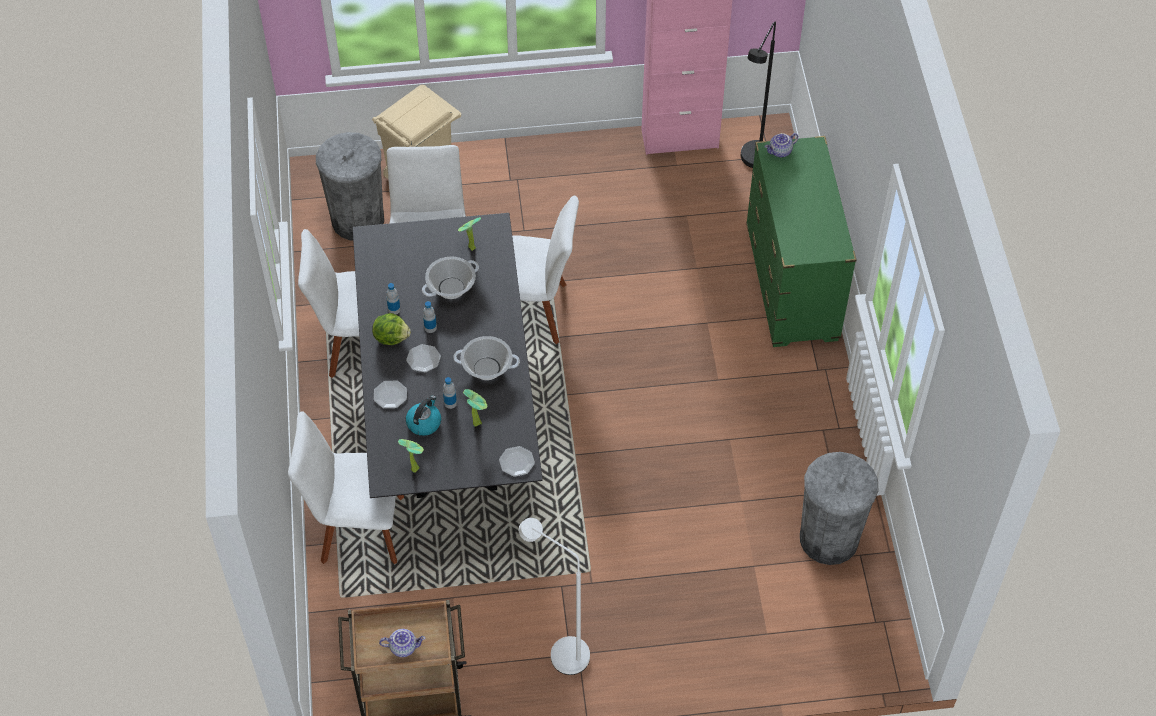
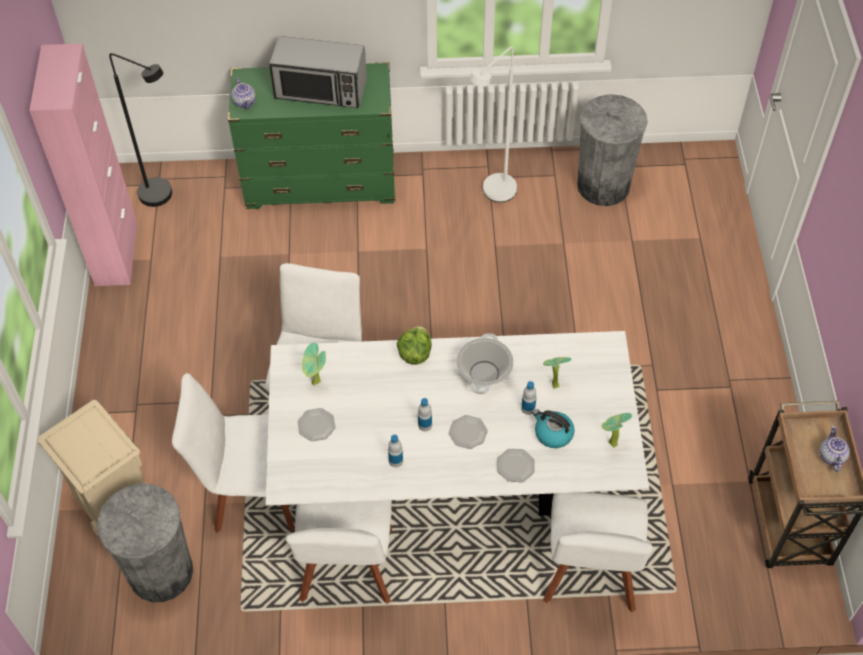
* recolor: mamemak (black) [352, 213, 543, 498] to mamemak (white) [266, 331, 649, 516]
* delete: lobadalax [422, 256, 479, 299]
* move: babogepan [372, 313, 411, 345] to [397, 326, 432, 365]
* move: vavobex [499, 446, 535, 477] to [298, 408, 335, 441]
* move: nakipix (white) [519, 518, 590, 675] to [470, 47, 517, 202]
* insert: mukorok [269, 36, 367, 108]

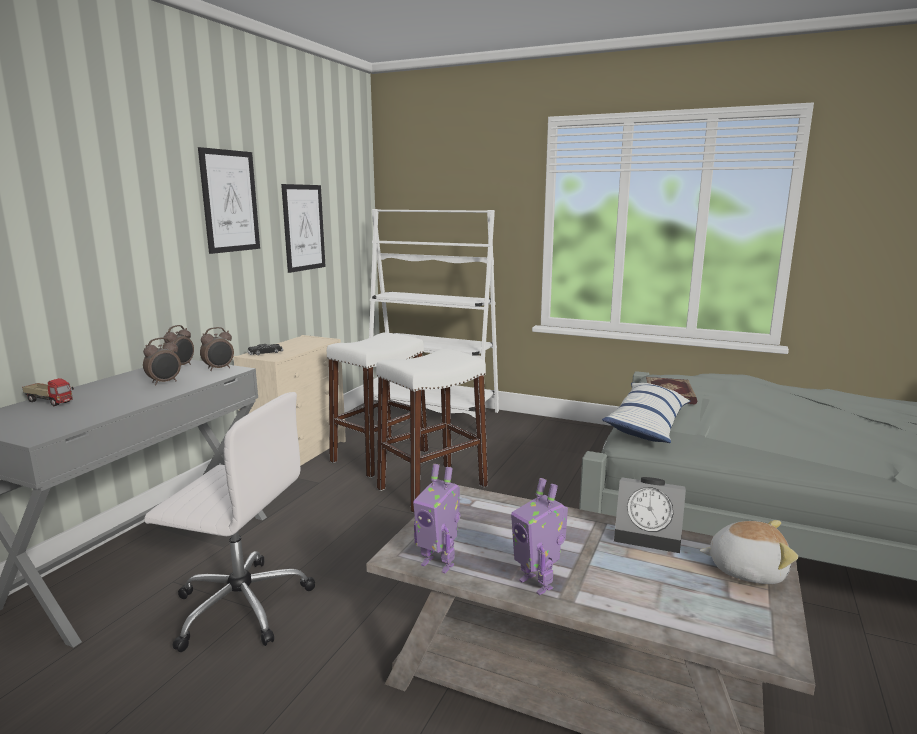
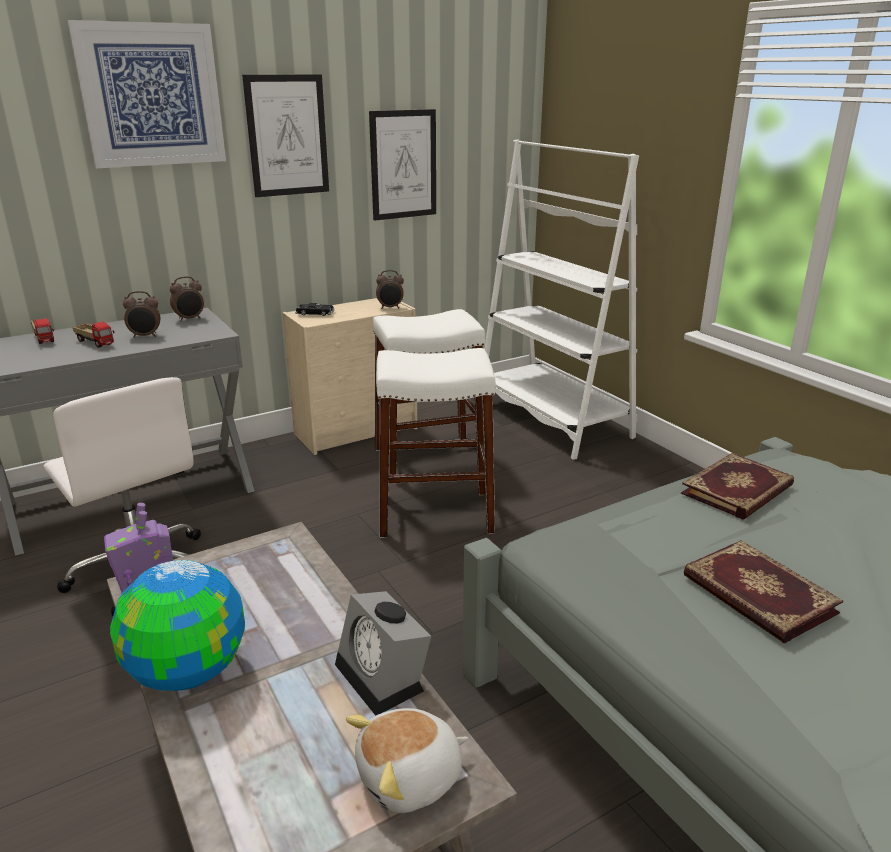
* move: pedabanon [200, 327, 234, 371] to [376, 270, 404, 309]
* delete: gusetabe [602, 382, 690, 443]
* replace: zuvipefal [511, 478, 568, 595] to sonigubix [110, 560, 245, 691]
* rotate: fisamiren [700, 520, 798, 584] = [346, 708, 468, 813] 105 degrees clockwise
* insert: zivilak [67, 20, 226, 169]
* insert: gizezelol [73, 322, 115, 348]
* insert: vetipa [684, 540, 843, 643]

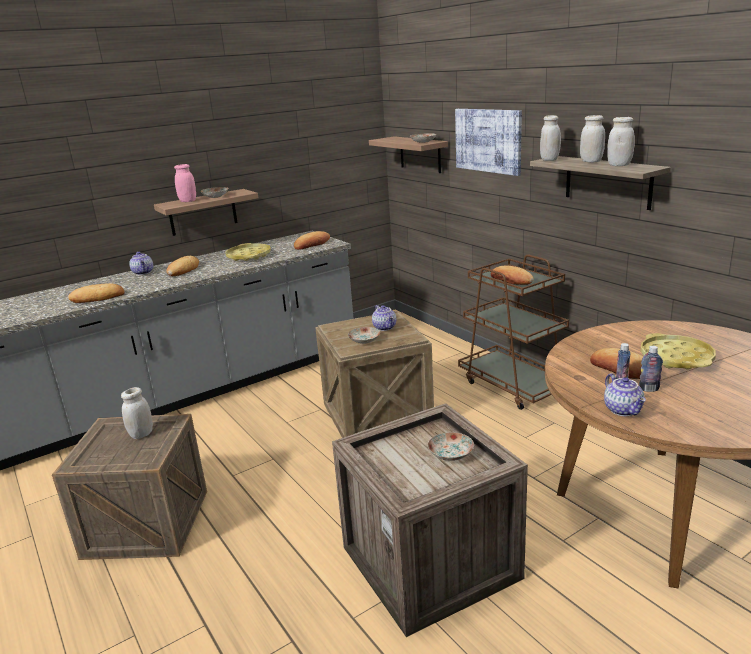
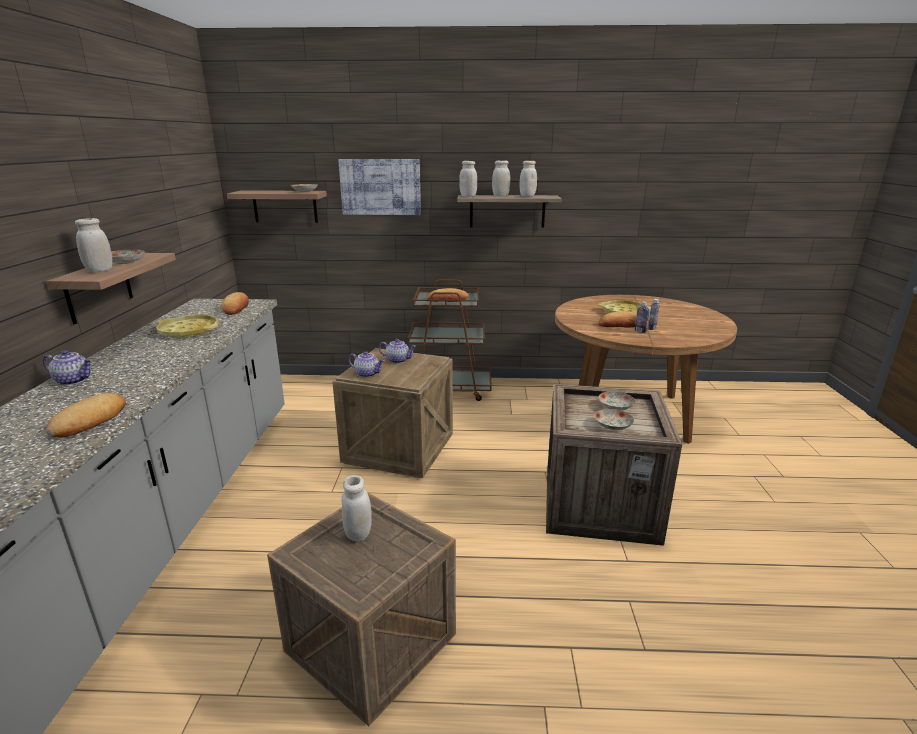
* recolor: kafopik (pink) [174, 164, 196, 202] to kafopik (white) [75, 218, 113, 272]
* delete: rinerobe [166, 256, 199, 276]
* move: vavobex [348, 327, 380, 344] to [594, 409, 634, 430]
* move: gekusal [604, 373, 646, 416] to [348, 351, 385, 378]

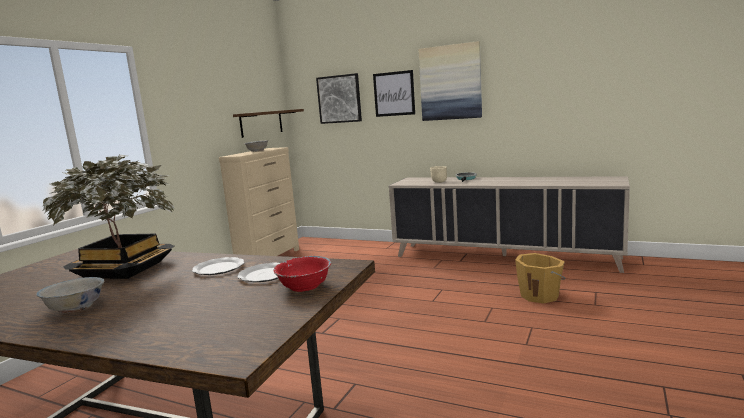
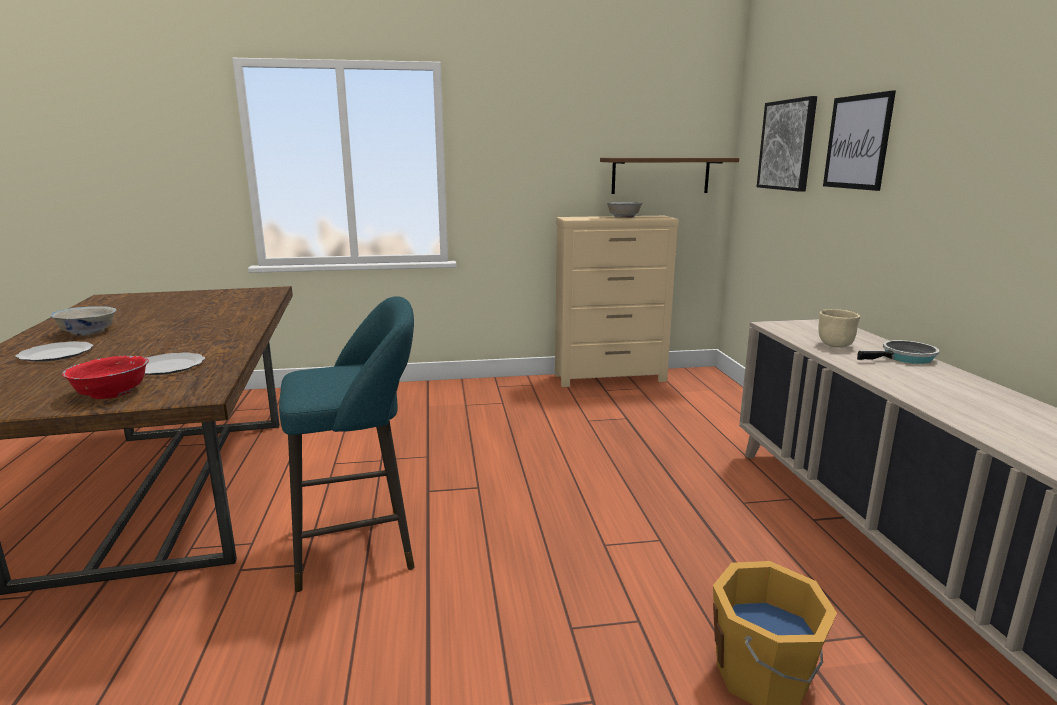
* delete: zivilak [419, 41, 482, 121]
* delete: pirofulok [43, 153, 174, 279]
* move: vavobex [192, 257, 245, 275] to [16, 341, 93, 362]
* insert: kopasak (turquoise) [279, 296, 414, 592]

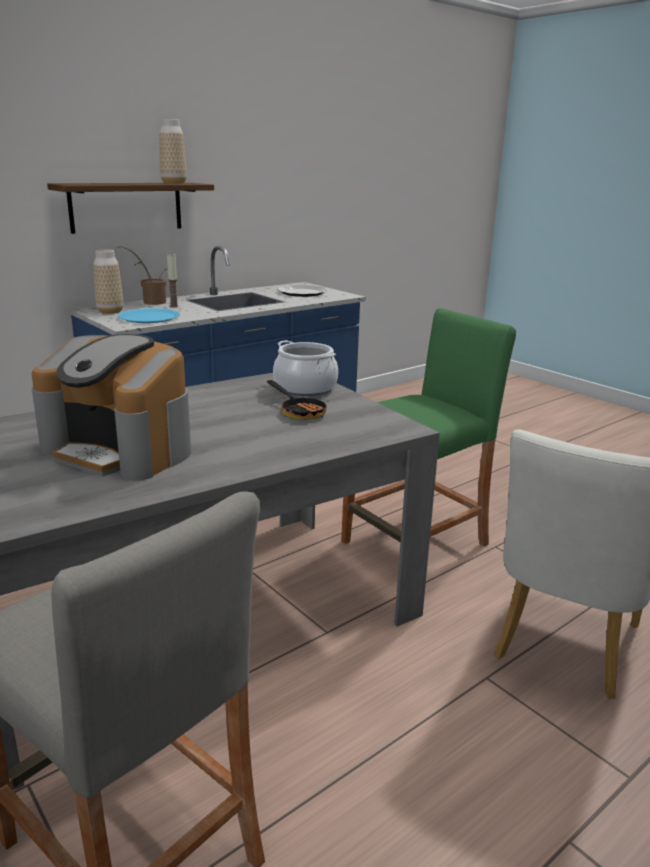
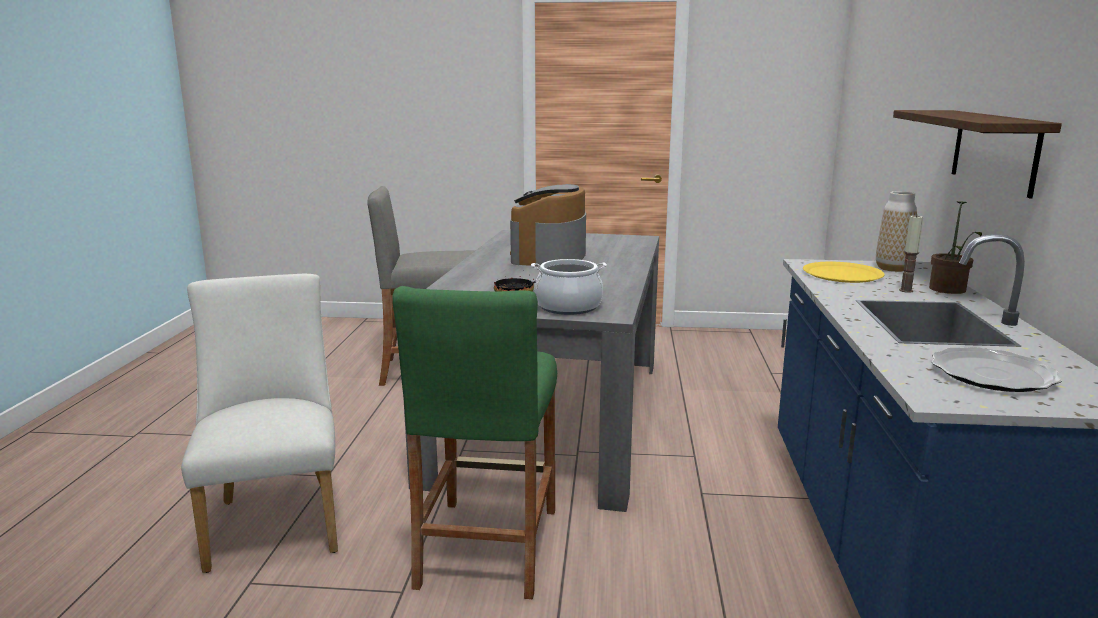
* delete: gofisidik [159, 119, 187, 184]
* recolor: vavobex (blue) [118, 308, 180, 323] to vavobex (yellow) [803, 262, 885, 283]
* rotate: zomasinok [31, 334, 191, 481] = [510, 184, 586, 266] 60 degrees counterclockwise

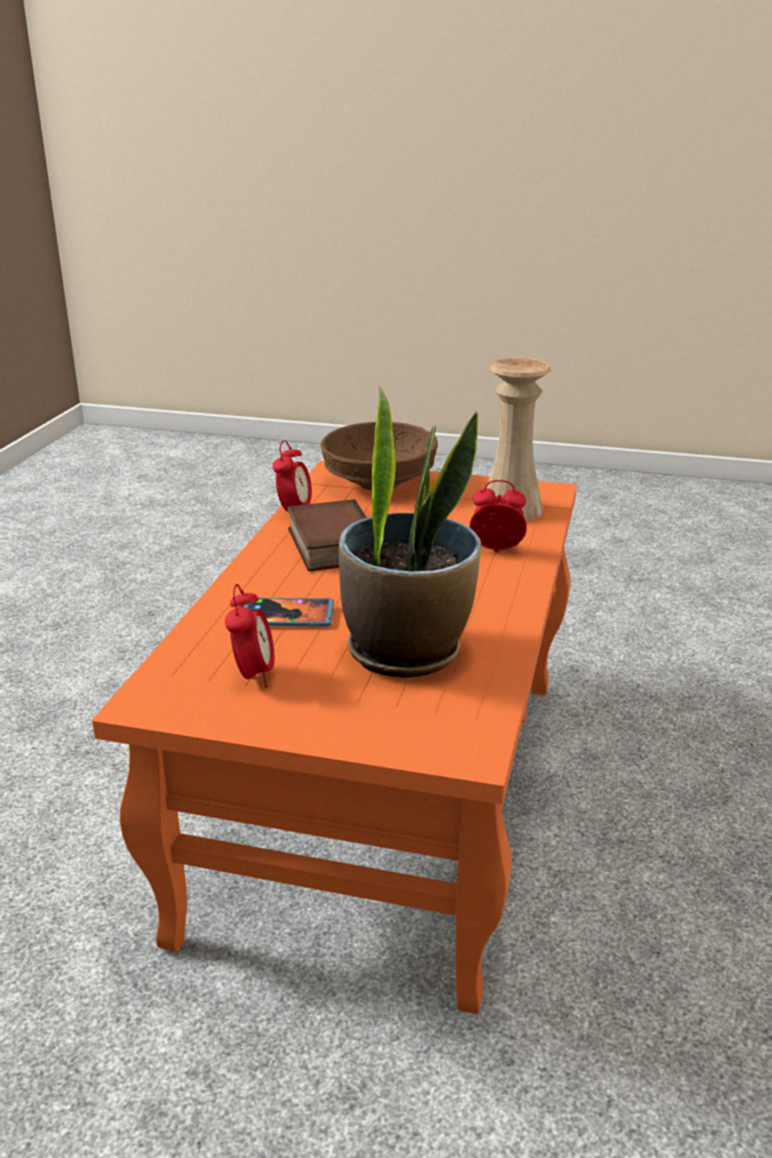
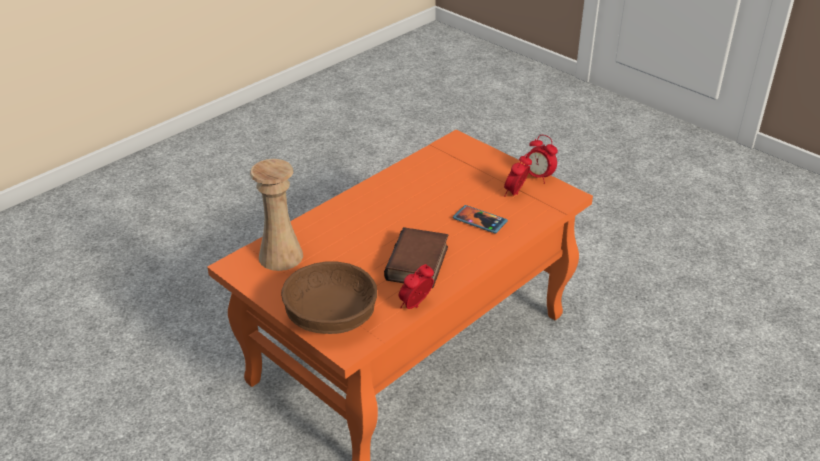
* delete: pirofulok [339, 386, 481, 678]
* move: pedabanon [470, 480, 527, 553] to [525, 135, 558, 184]

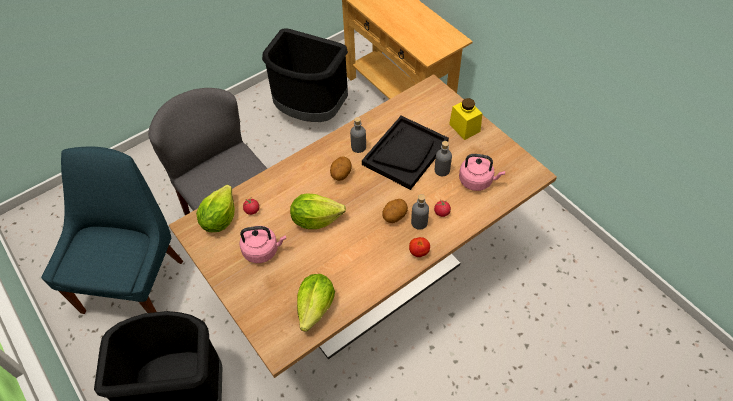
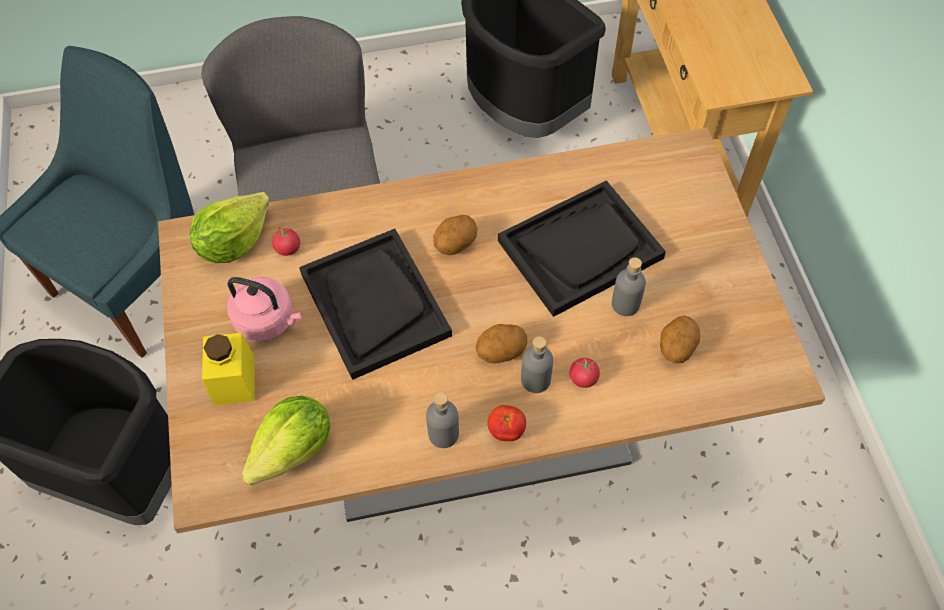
* move: kafopik (yellow) [449, 98, 482, 140] to [202, 333, 254, 405]
* move: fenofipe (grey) [350, 117, 366, 153] to [426, 392, 459, 448]
* replace: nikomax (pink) [459, 154, 505, 191] to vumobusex [660, 316, 700, 363]
* replace: babogepan [290, 194, 346, 229] to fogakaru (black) [299, 229, 452, 380]

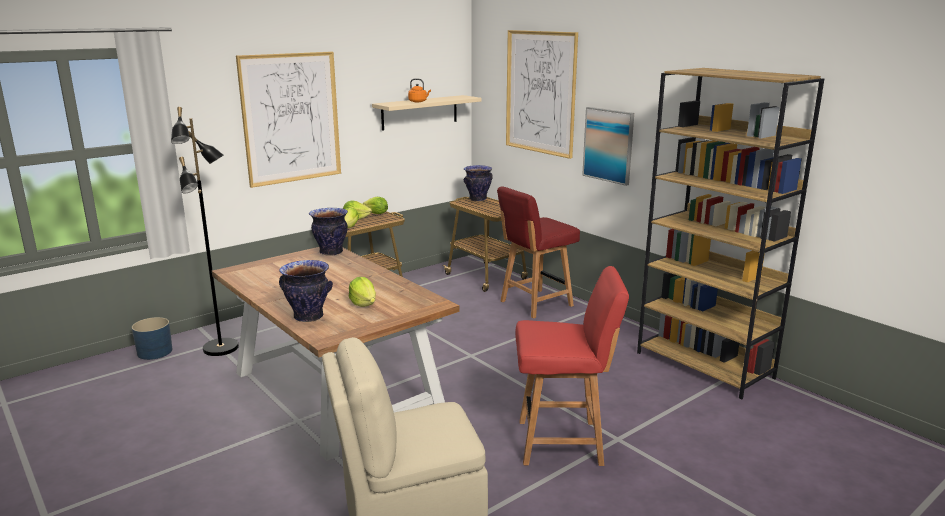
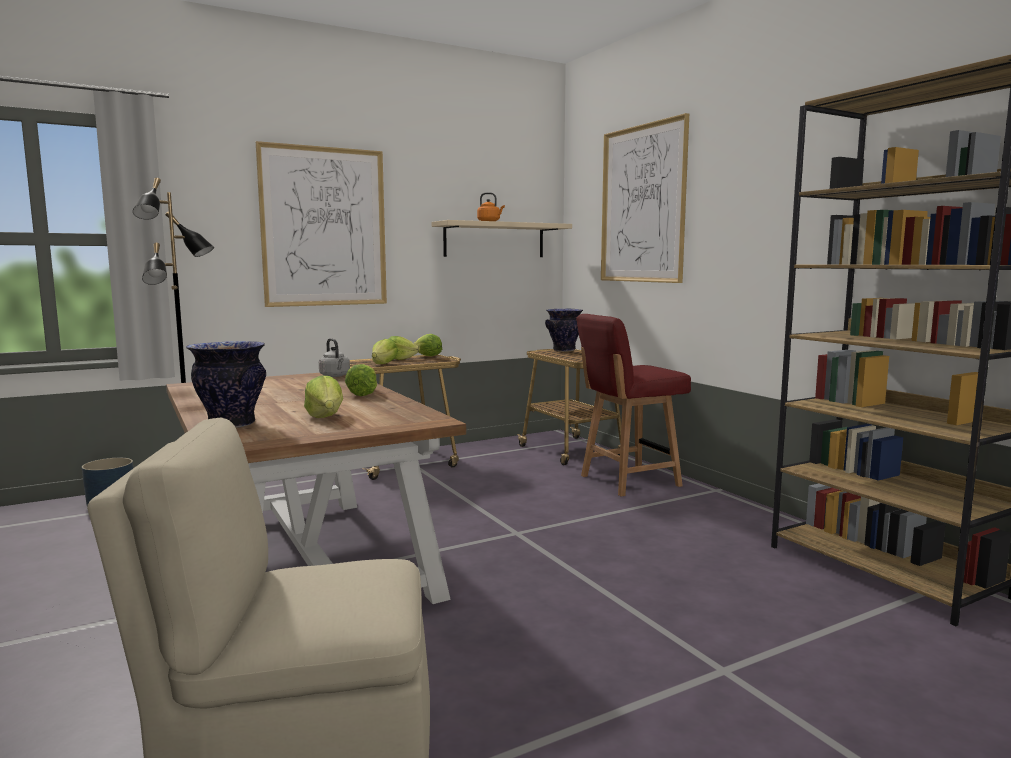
* delete: zivilak [582, 107, 634, 186]
* replace: gofisidik [309, 208, 348, 256] to nikomax (grey) [319, 338, 350, 377]
* delete: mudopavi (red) [515, 266, 629, 466]
* insert: babogepan [345, 364, 377, 396]

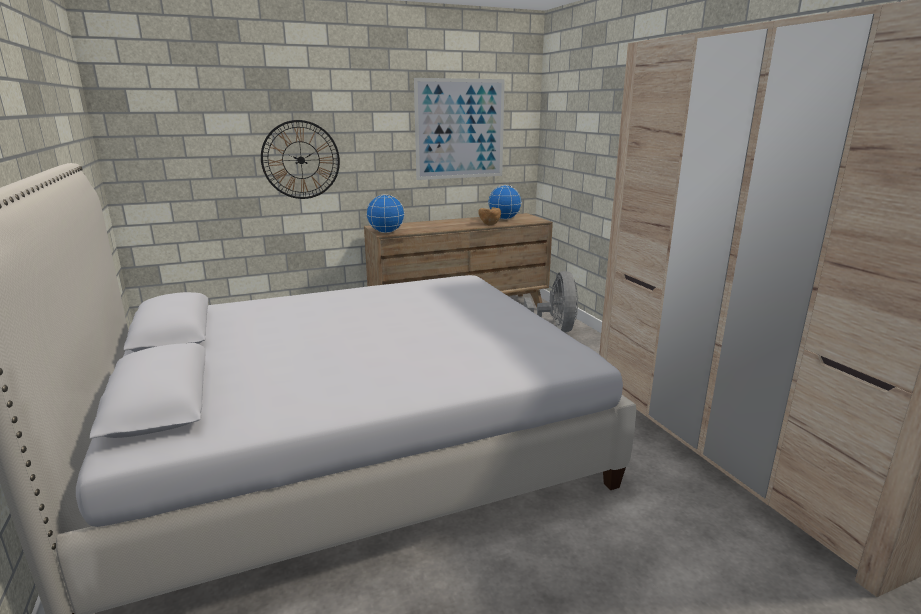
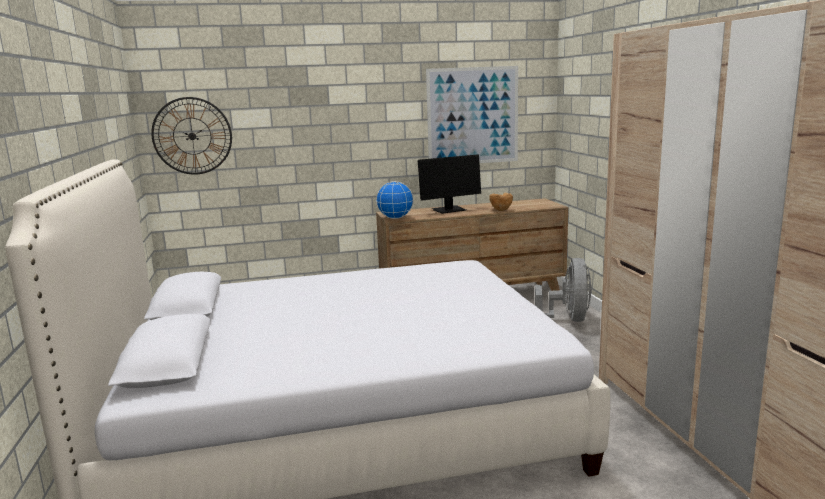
* move: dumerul [261, 120, 340, 199] to [151, 97, 232, 175]
* delete: sonigubix [488, 185, 522, 220]
* insert: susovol [418, 154, 481, 214]

